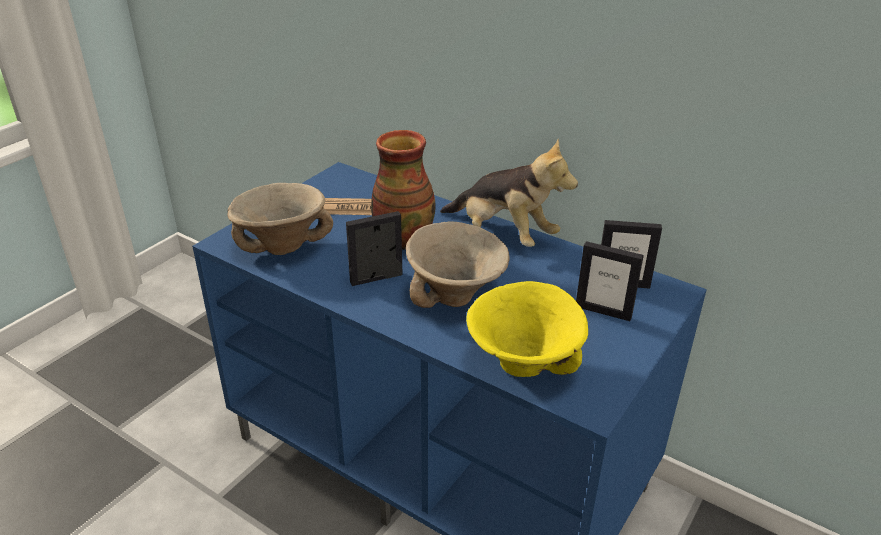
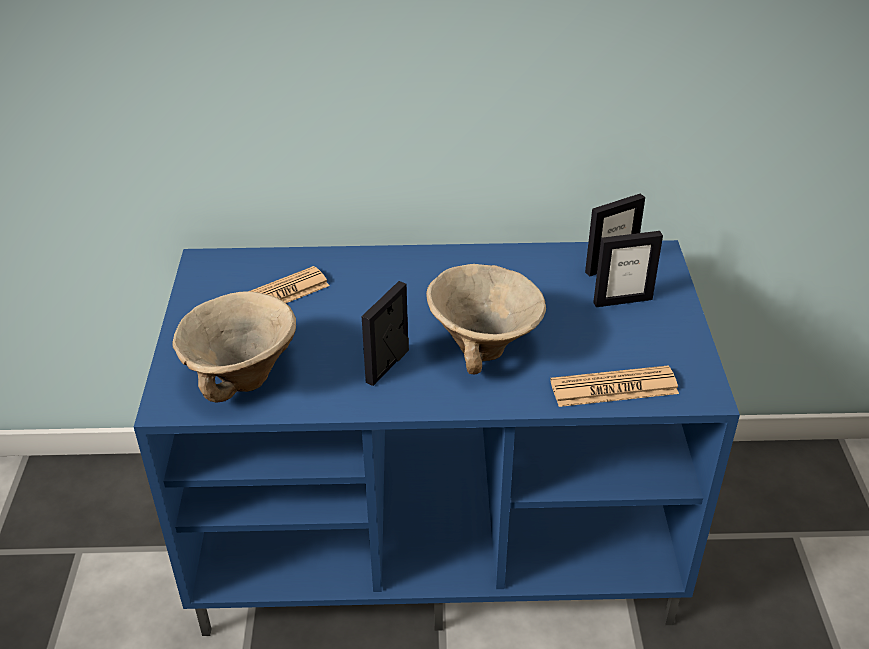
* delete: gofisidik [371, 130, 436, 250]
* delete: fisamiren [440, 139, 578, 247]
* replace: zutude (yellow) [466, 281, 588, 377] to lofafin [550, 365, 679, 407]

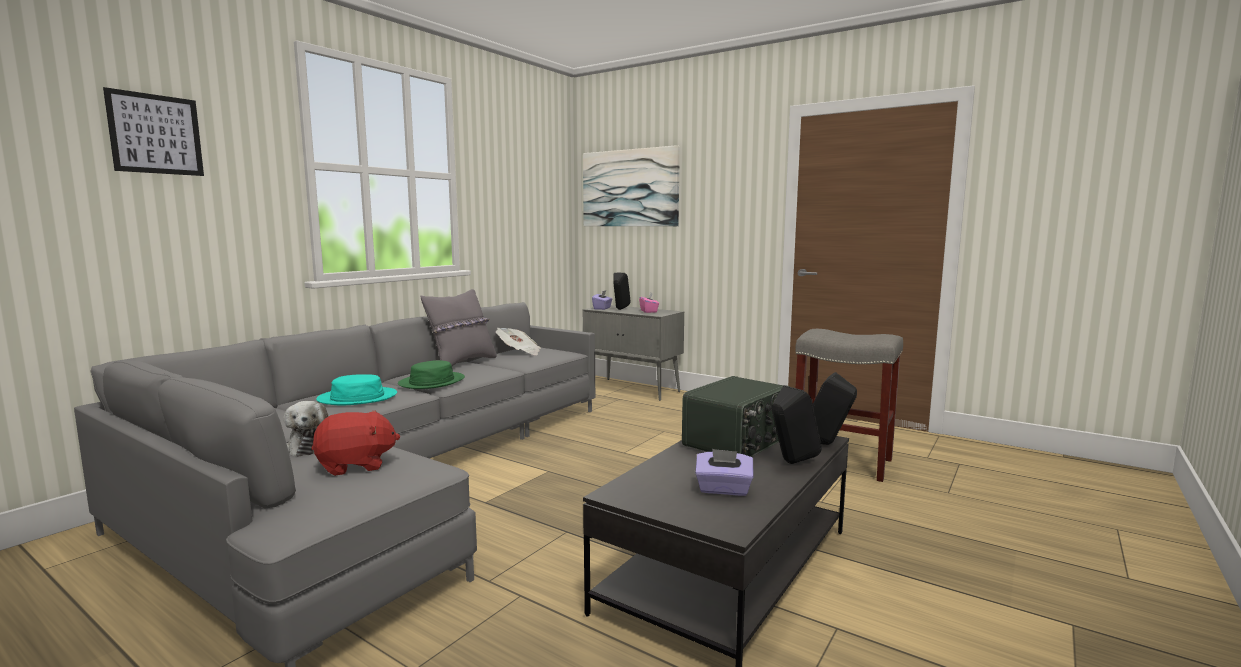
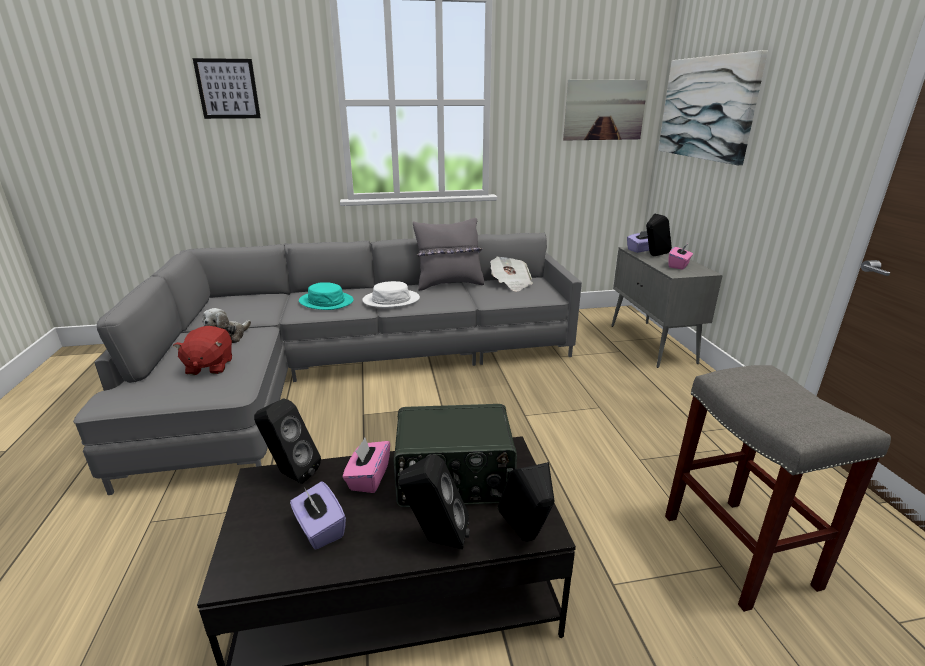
* recolor: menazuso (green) [398, 360, 465, 389] to menazuso (white) [362, 281, 420, 308]
* rotate: fisamiren (red) [311, 410, 400, 476] = [173, 326, 232, 375] 60 degrees clockwise
* insert: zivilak [563, 79, 648, 141]
* insert: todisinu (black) [254, 398, 321, 484]
* insert: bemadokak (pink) [343, 438, 390, 493]

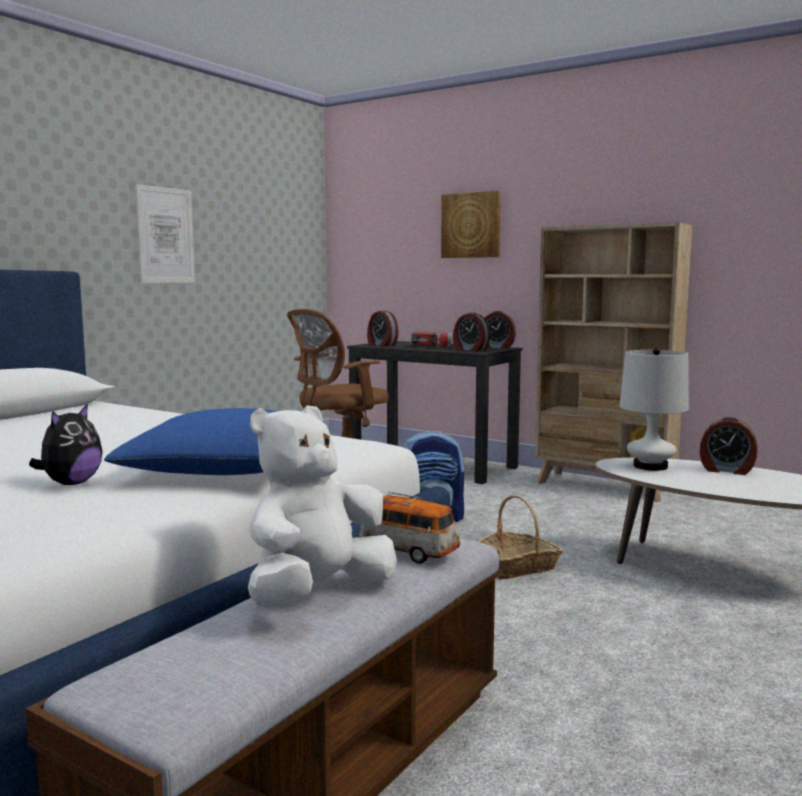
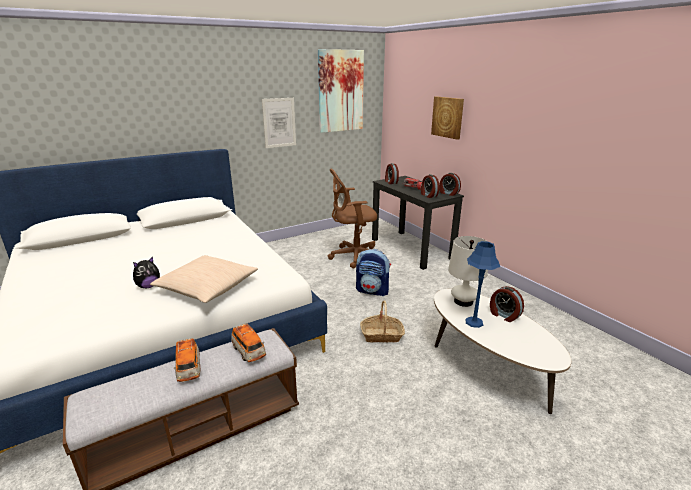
* delete: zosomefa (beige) [535, 222, 692, 502]
* replace: fisamiren (white) [248, 405, 397, 608] to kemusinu [174, 338, 201, 382]
* recolor: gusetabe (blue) [104, 408, 278, 475] to gusetabe (beige) [150, 255, 258, 303]
* insert: zivilak [318, 49, 364, 133]
* insert: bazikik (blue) [465, 241, 500, 328]

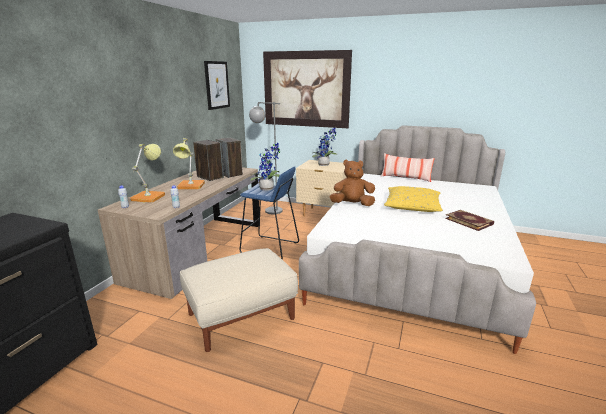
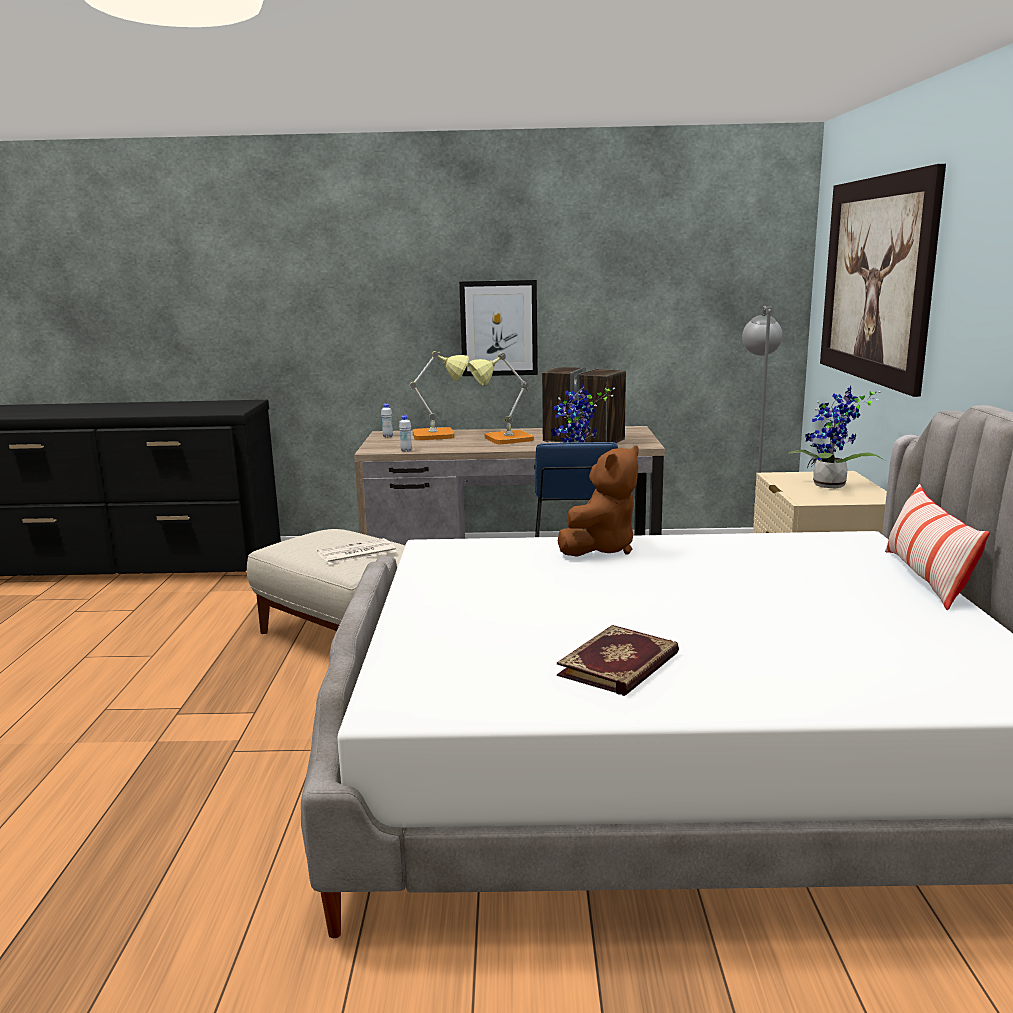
* move: zivilak [204, 61, 230, 110] to [459, 280, 538, 376]
* rotate: fisamiren (brown) [330, 160, 375, 206] = [558, 446, 639, 557] 60 degrees clockwise
* delete: gusetabe (yellow) [384, 186, 443, 212]
* insert: lofafin [317, 538, 397, 564]

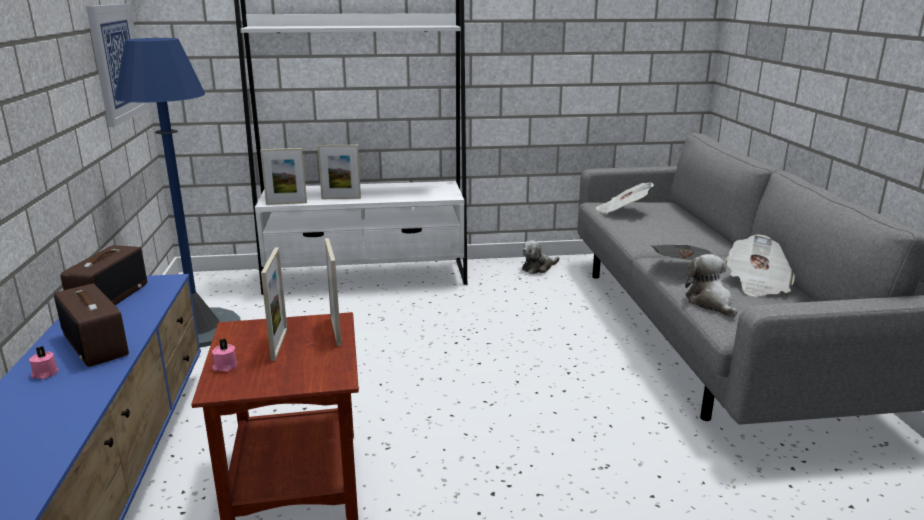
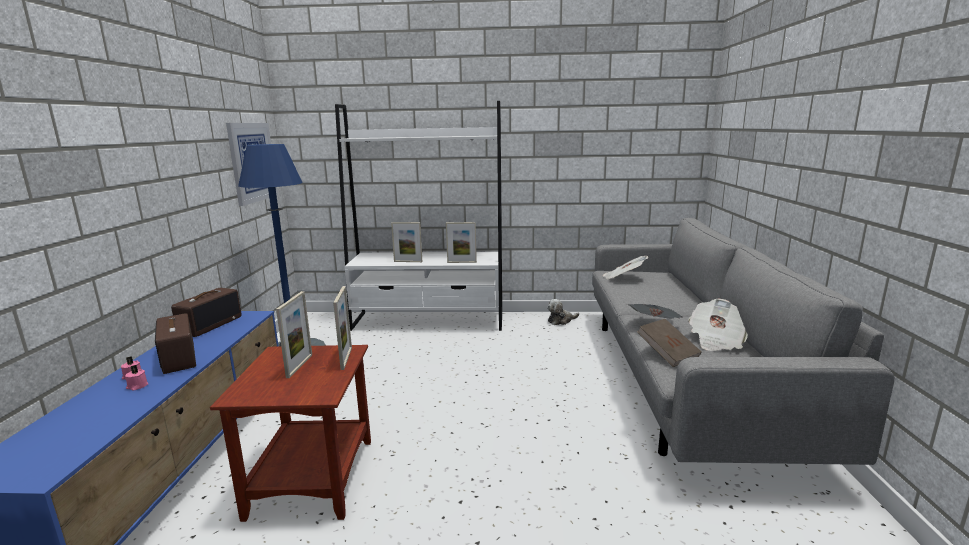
* move: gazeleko [260, 148, 307, 205] to [446, 222, 477, 263]
* replace: fisamiren [685, 254, 737, 318] to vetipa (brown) [637, 319, 702, 367]
* move: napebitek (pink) [212, 339, 237, 372] to [125, 365, 148, 391]

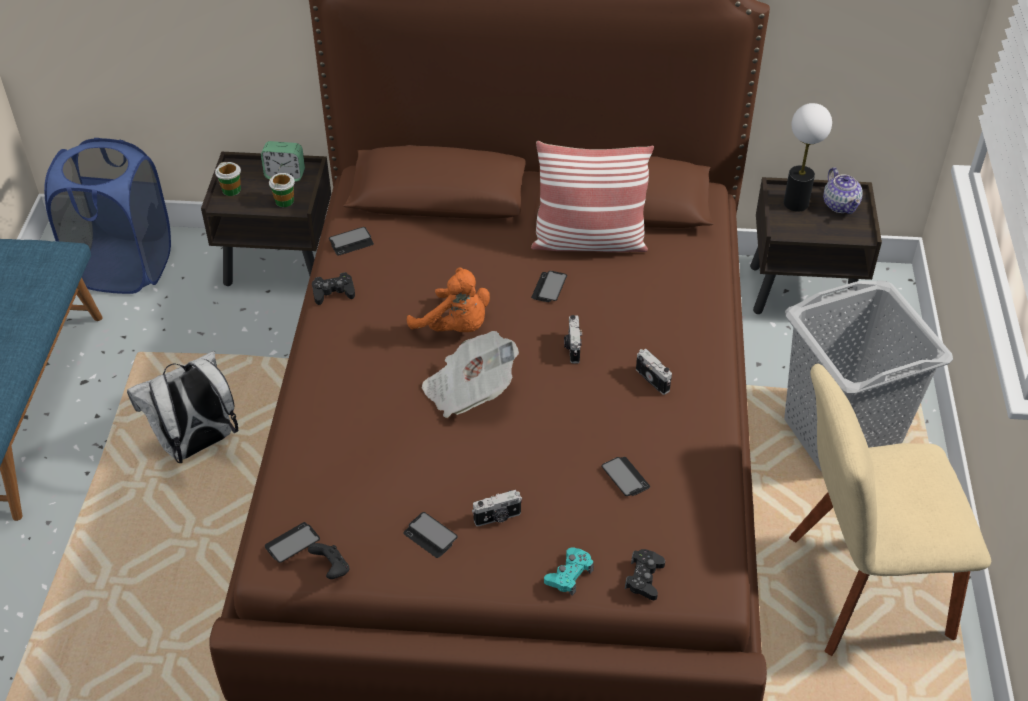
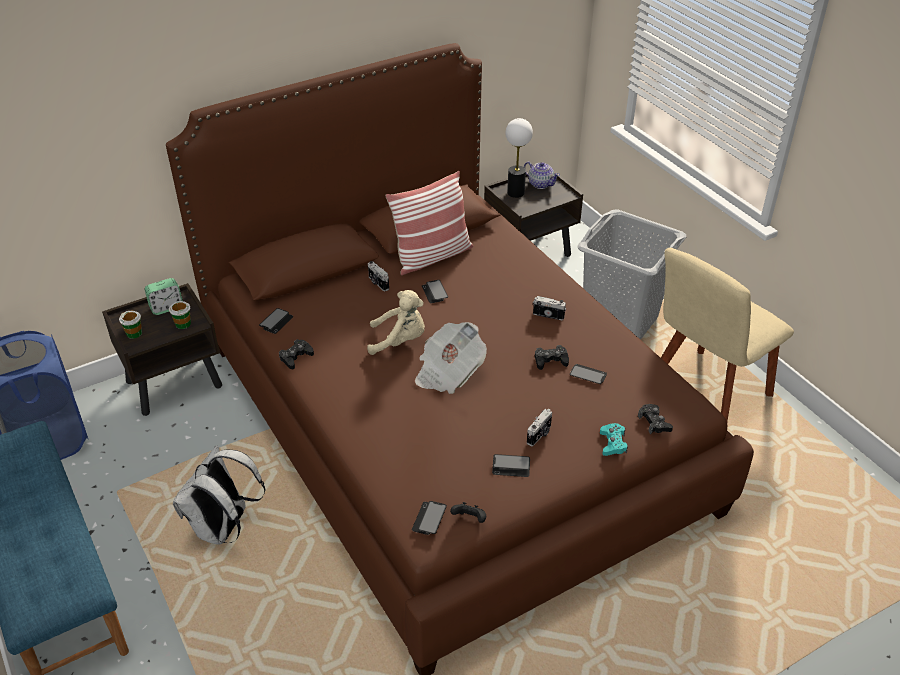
* recolor: fisamiren (orange) [407, 267, 490, 332] to fisamiren (beige) [367, 290, 425, 355]
* move: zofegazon [564, 315, 582, 363] to [368, 261, 389, 291]
* insert: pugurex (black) [535, 345, 569, 370]

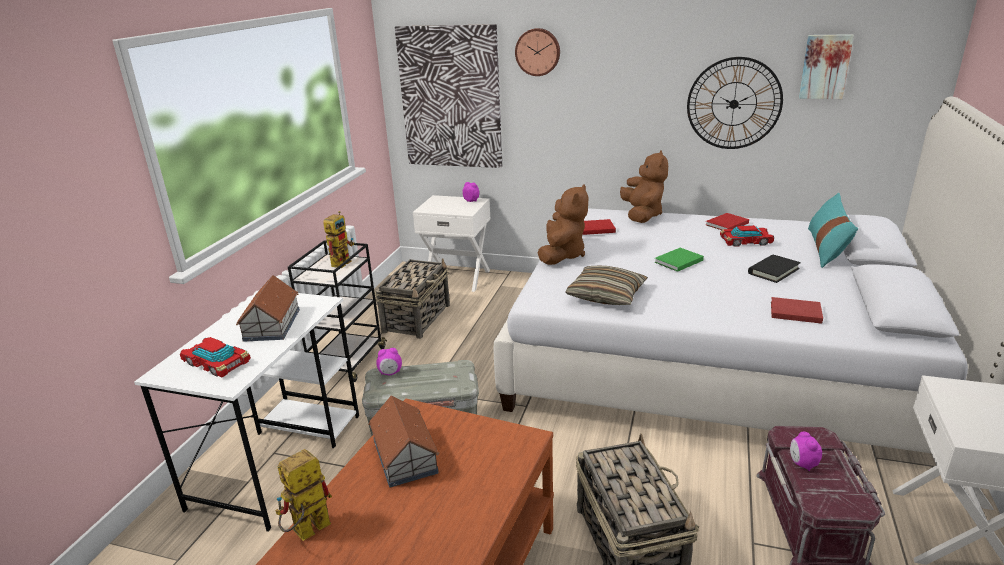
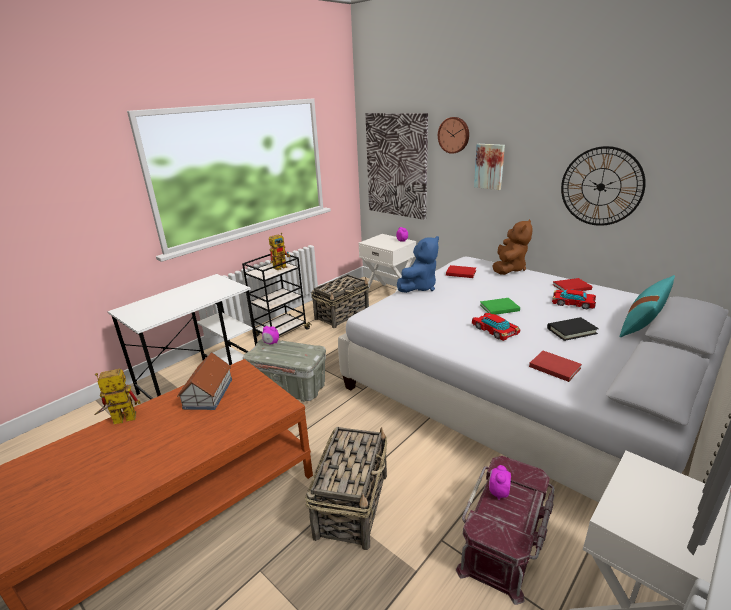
* move: zivilak [799, 34, 854, 99] to [474, 144, 505, 190]
* recolor: fisamiren (brown) [538, 184, 588, 265] to fisamiren (blue) [397, 236, 439, 293]
* delete: gusetabe [565, 266, 648, 305]
* delete: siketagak [236, 275, 300, 342]
* move: kemusinu [180, 337, 251, 377] to [472, 313, 520, 341]

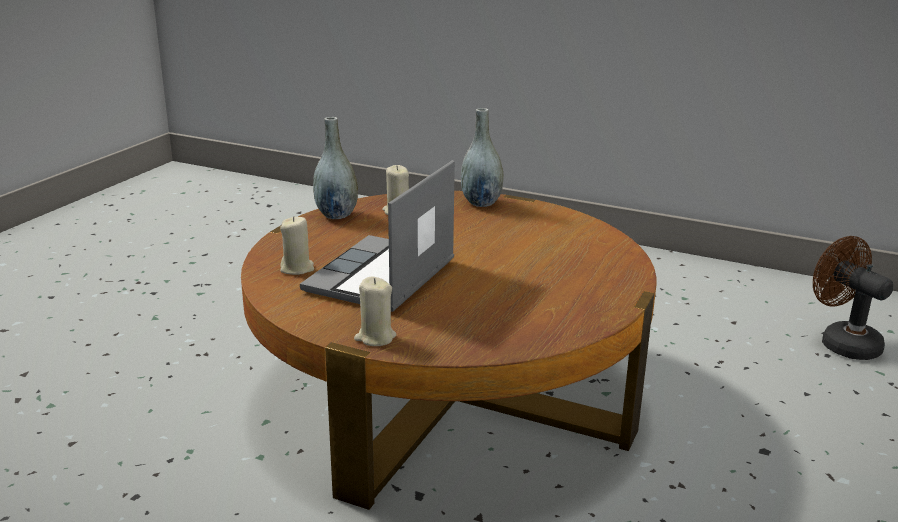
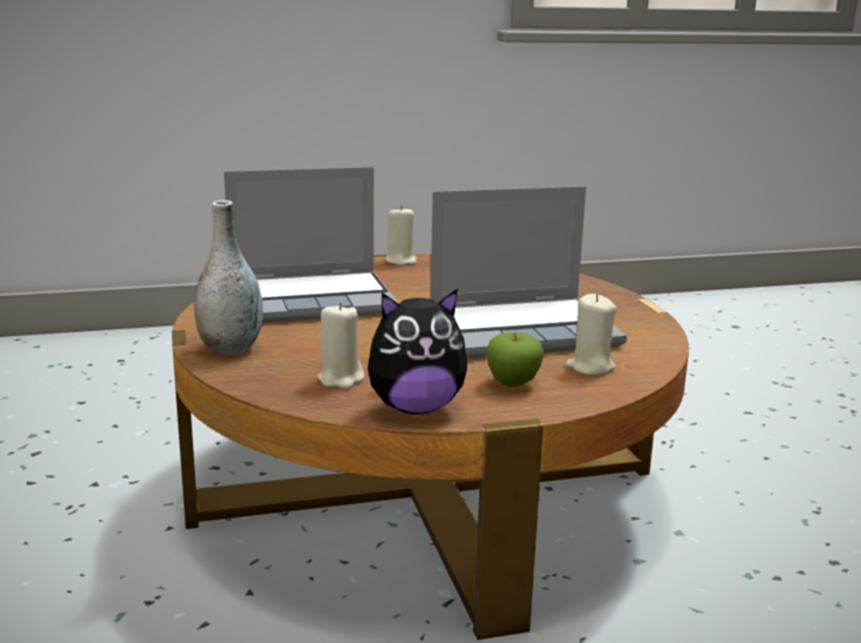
* replace: gofisidik (grey) [313, 117, 358, 219] to fisamiren [368, 289, 467, 414]
* delete: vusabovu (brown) [813, 236, 893, 360]
* move: napebitek (beige) [354, 277, 396, 346] to [385, 206, 417, 265]
* insert: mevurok [224, 167, 399, 323]
* insert: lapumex [486, 333, 544, 387]

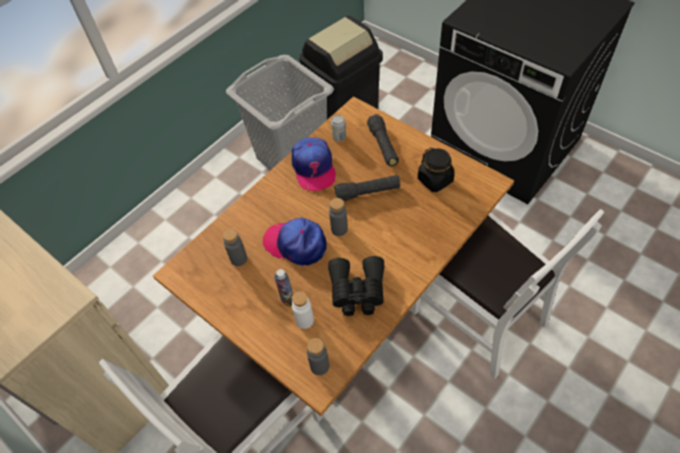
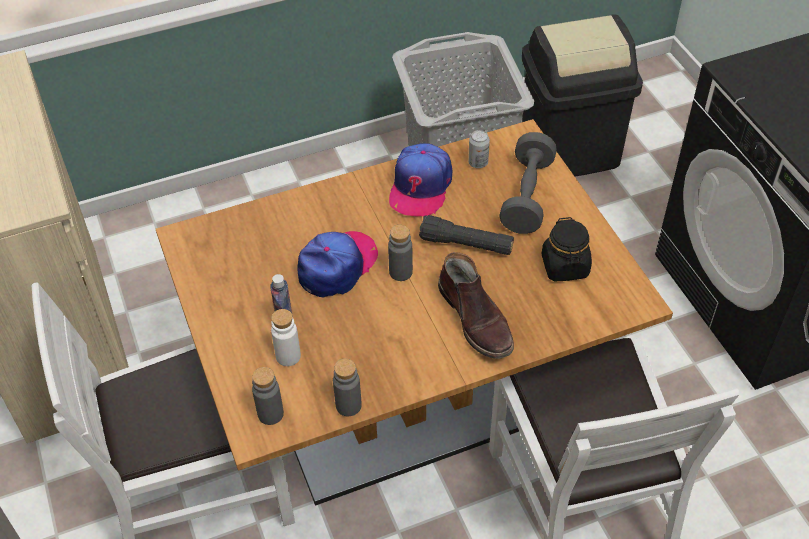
* replace: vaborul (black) [367, 114, 399, 166] to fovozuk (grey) [499, 132, 557, 234]
* rotate: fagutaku [263, 217, 327, 266] = [297, 231, 378, 298] 75 degrees clockwise
* move: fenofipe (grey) [223, 228, 247, 266] to [333, 358, 362, 416]
* delete: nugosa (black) [328, 256, 384, 316]
* insert: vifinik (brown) [438, 252, 514, 359]

